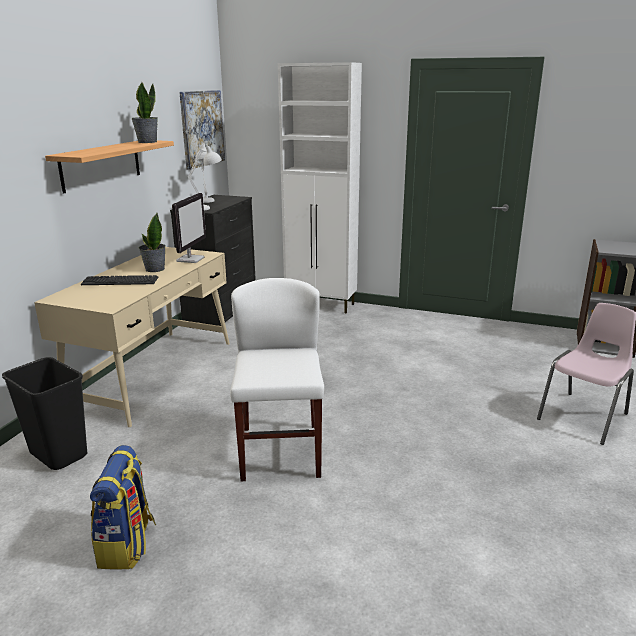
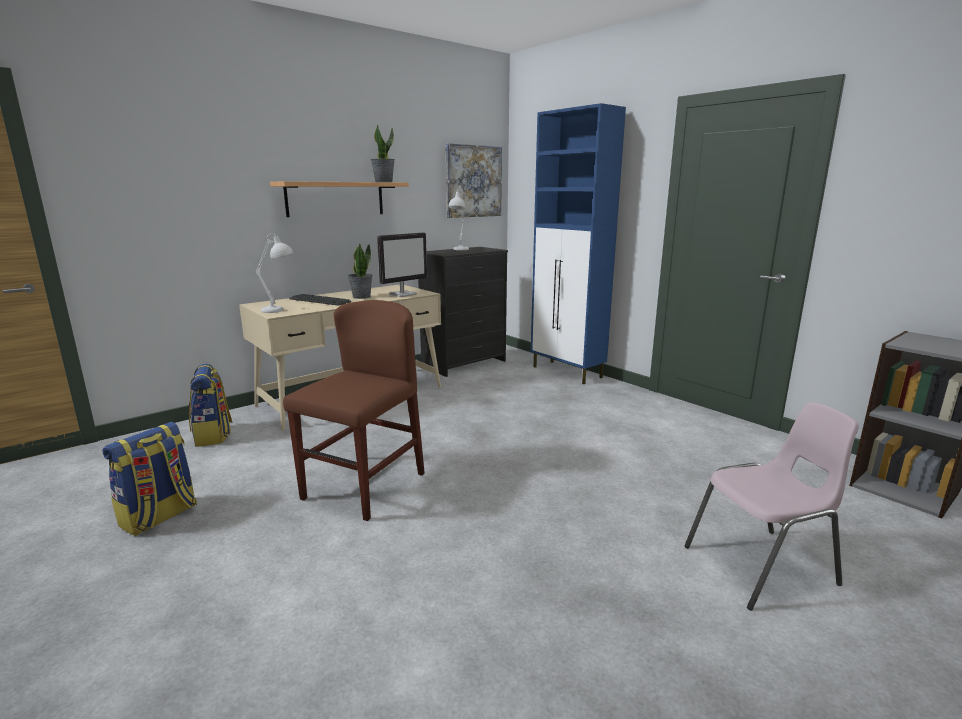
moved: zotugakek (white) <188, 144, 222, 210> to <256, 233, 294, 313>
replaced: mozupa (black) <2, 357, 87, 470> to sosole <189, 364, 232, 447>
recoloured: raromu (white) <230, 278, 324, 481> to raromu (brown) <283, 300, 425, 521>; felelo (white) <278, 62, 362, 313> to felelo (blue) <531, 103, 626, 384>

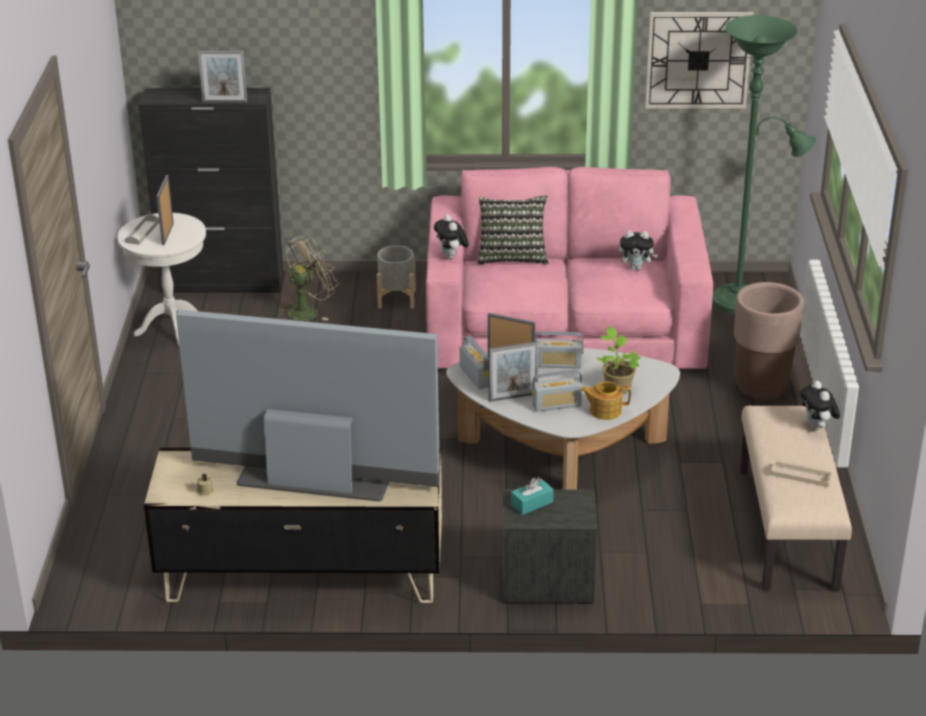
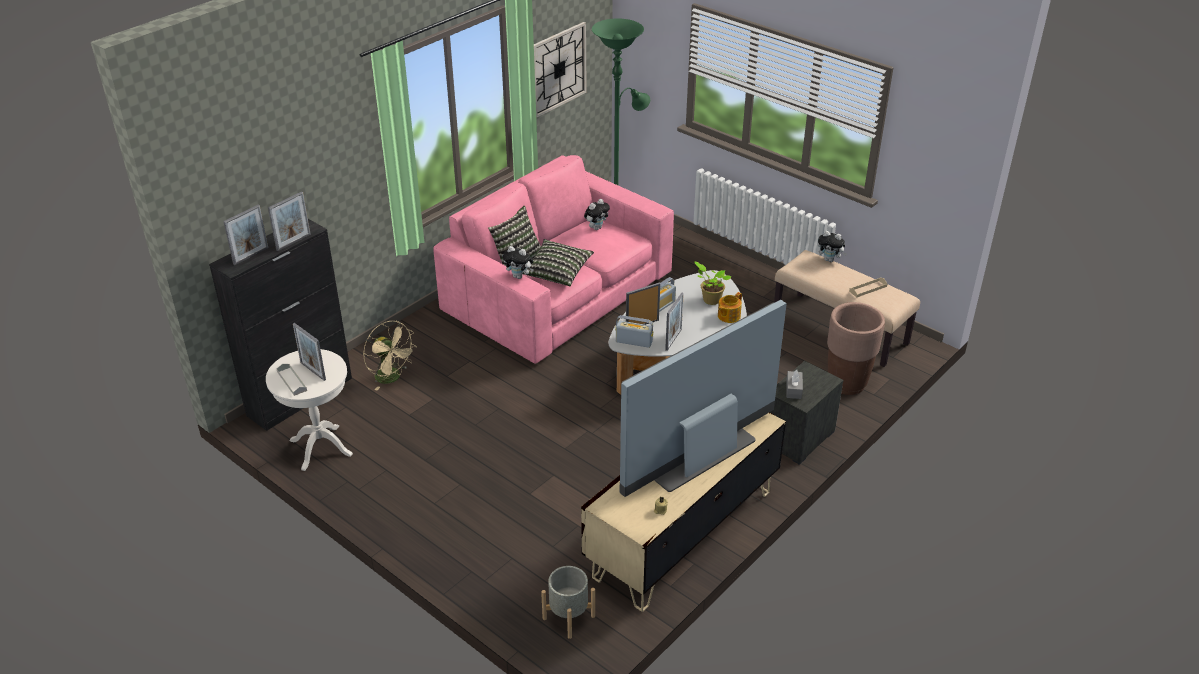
removed: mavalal <532, 370, 582, 412>
added: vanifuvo <223, 204, 268, 265>; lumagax <522, 239, 594, 286>
moved: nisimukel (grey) <377, 245, 416, 309> to <541, 566, 595, 639>; nisimukel (brown) <734, 282, 804, 400> to <827, 302, 885, 395>
recoloured: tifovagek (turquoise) <511, 477, 554, 515> to tifovagek (grey) <786, 369, 803, 399>
turned: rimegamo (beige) <278, 236, 338, 321> = <363, 321, 417, 390> 135 degrees clockwise

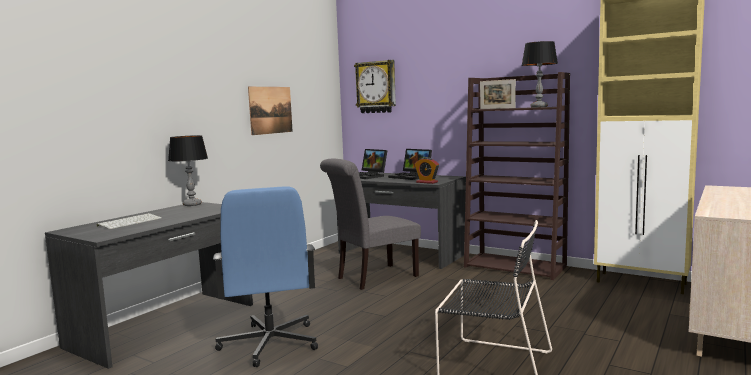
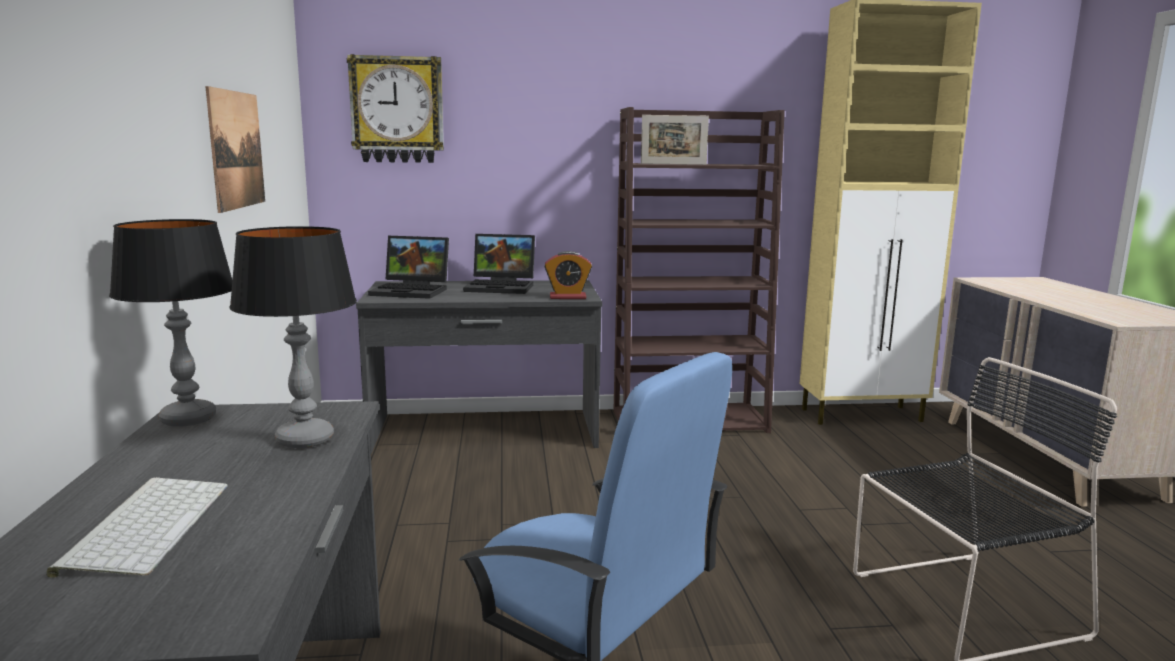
removed: raromu (grey) <320, 159, 421, 290>
moved: zotugakek <522, 41, 558, 108> to <229, 226, 357, 448>

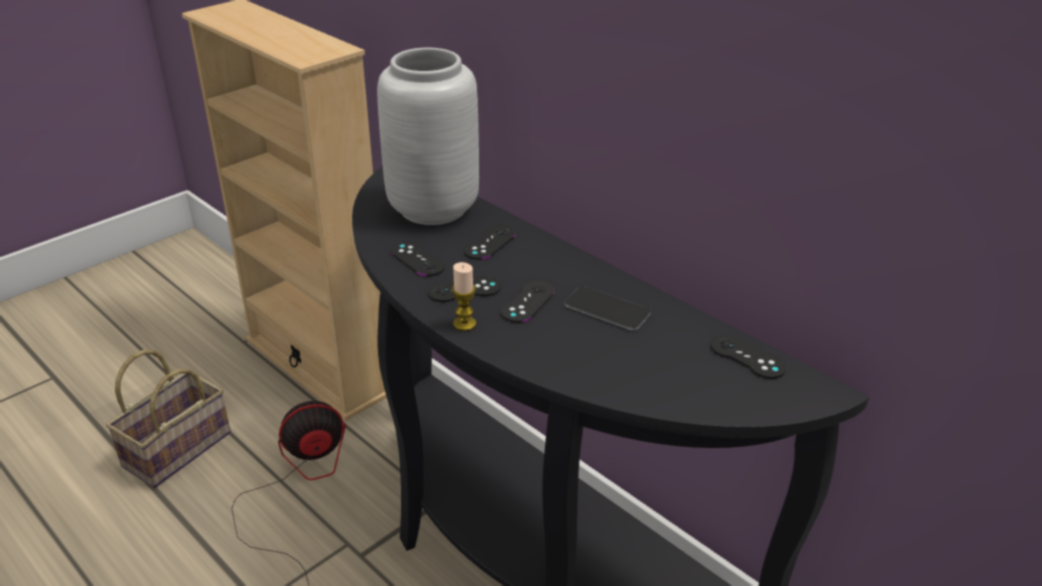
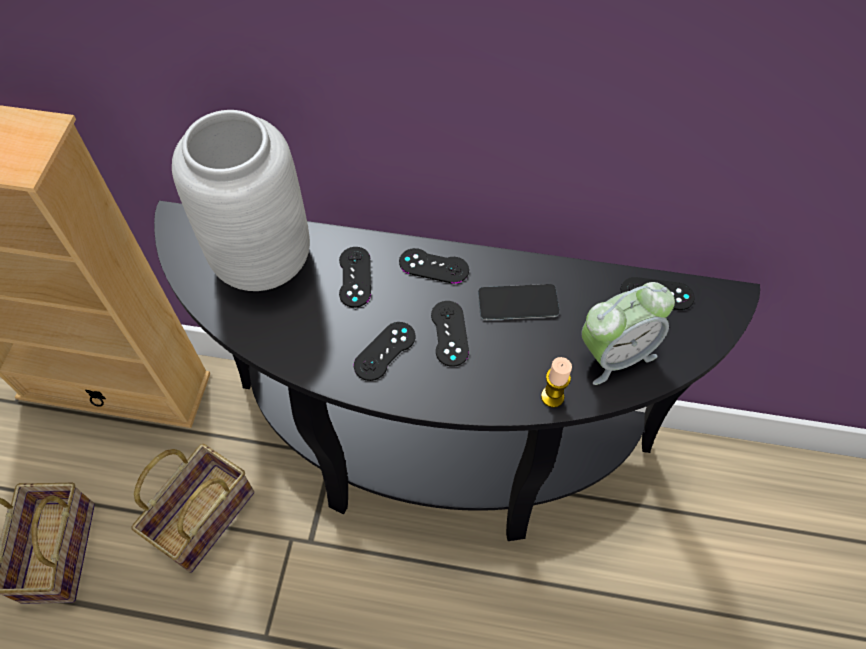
added: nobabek <581, 282, 675, 385>
moved: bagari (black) <391, 241, 445, 276> to <399, 248, 469, 284>; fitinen <452, 262, 476, 331> to <541, 357, 572, 408>
replaced: rimegamo <231, 401, 346, 585> to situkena <132, 444, 254, 573>

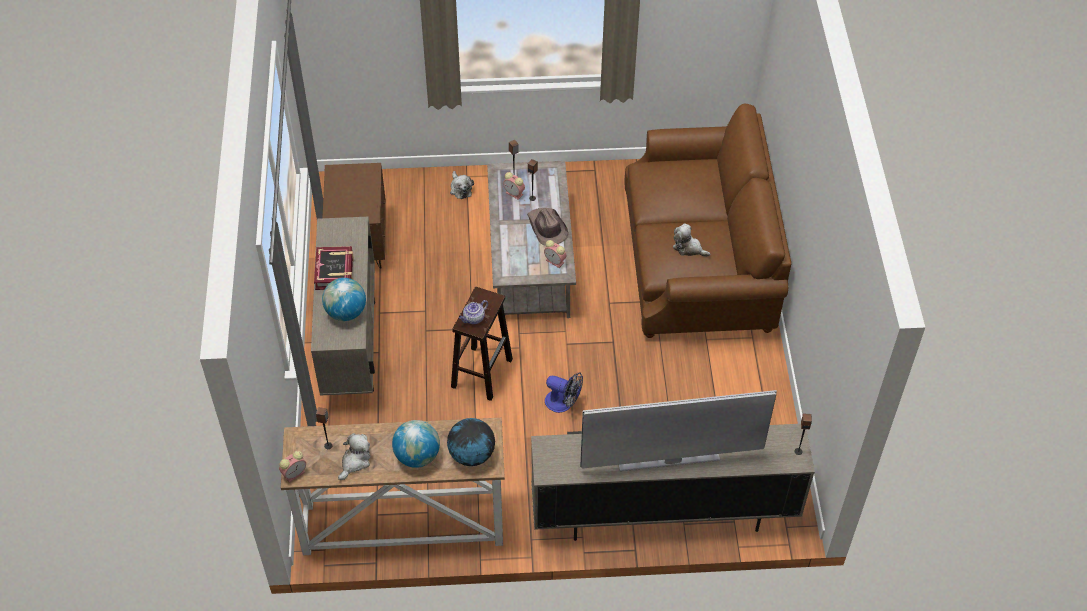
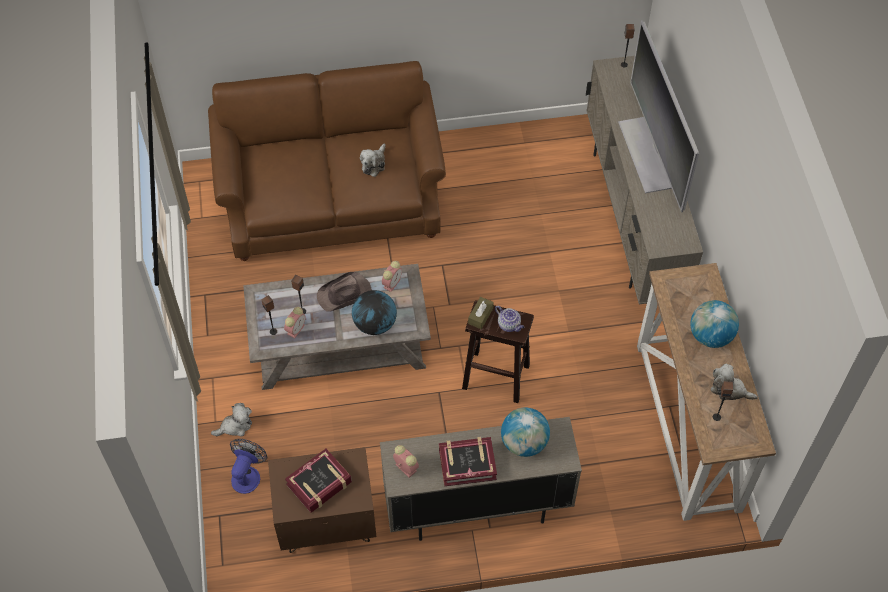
added: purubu <285, 449, 352, 513>; tifovagek (brown) <468, 297, 494, 329>
moved: nobabek <279, 451, 306, 482> to <393, 445, 419, 478>; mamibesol <447, 418, 495, 466> to <352, 290, 397, 335>; rimegamo <545, 372, 583, 413> to <230, 439, 267, 494>

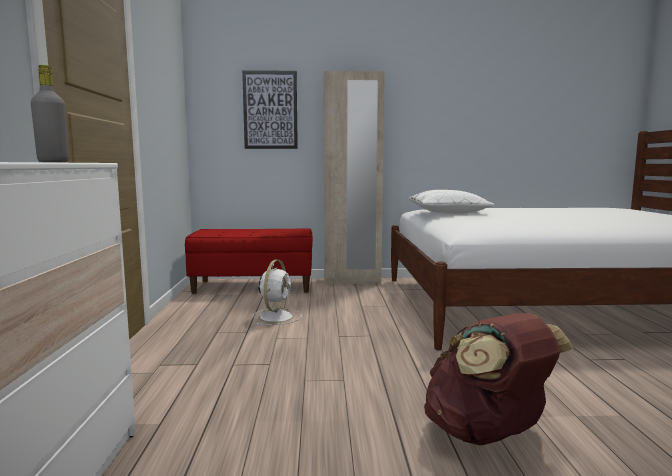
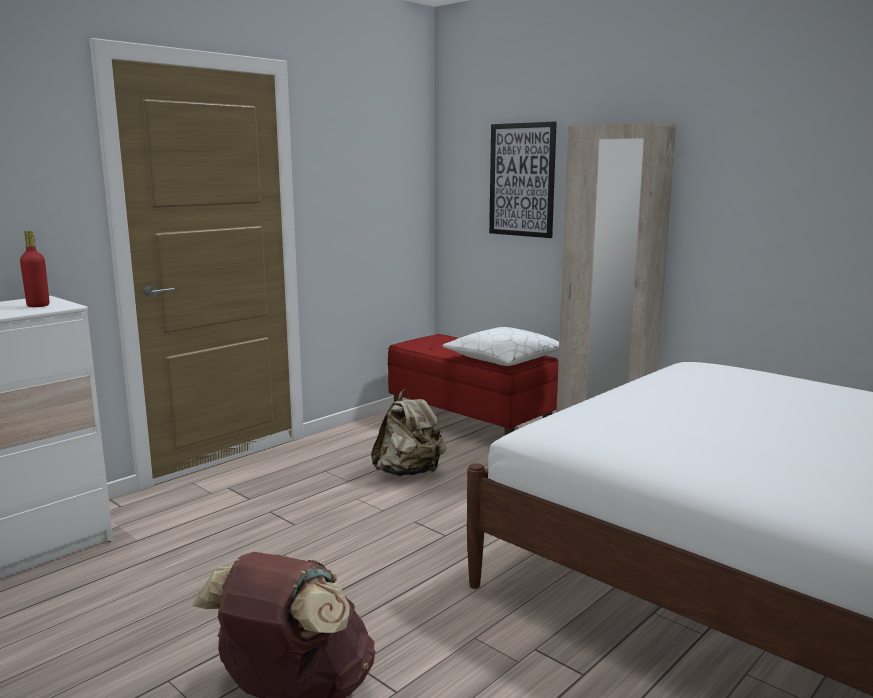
moved: lumagax (white) <409, 190, 494, 214> to <442, 327, 559, 366>
replaced: rimegamo (white) <253, 260, 302, 325> to sosole (beige) <371, 389, 446, 476>
recoloured: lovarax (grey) <31, 65, 69, 162> to lovarax (red) <20, 231, 49, 307>

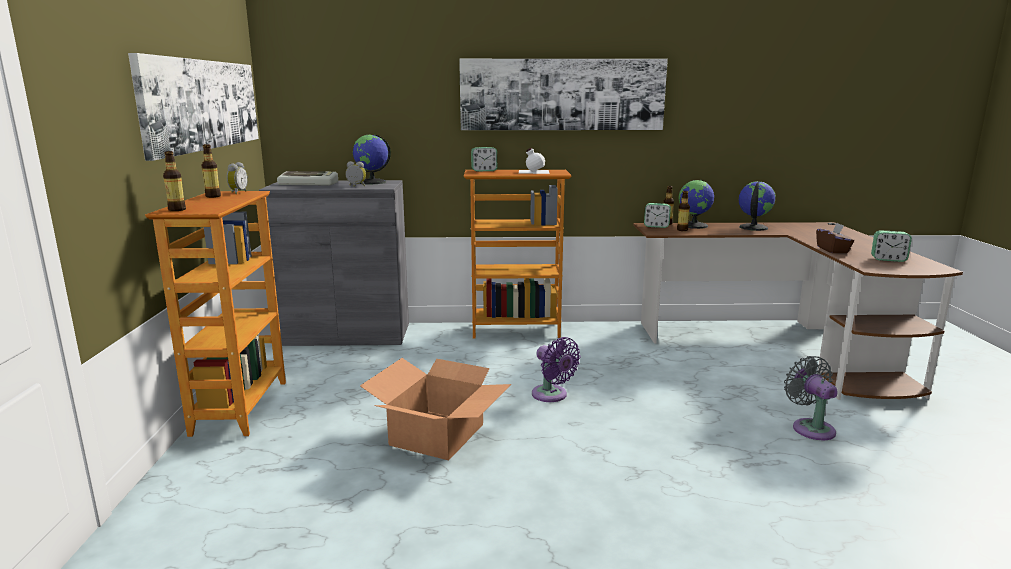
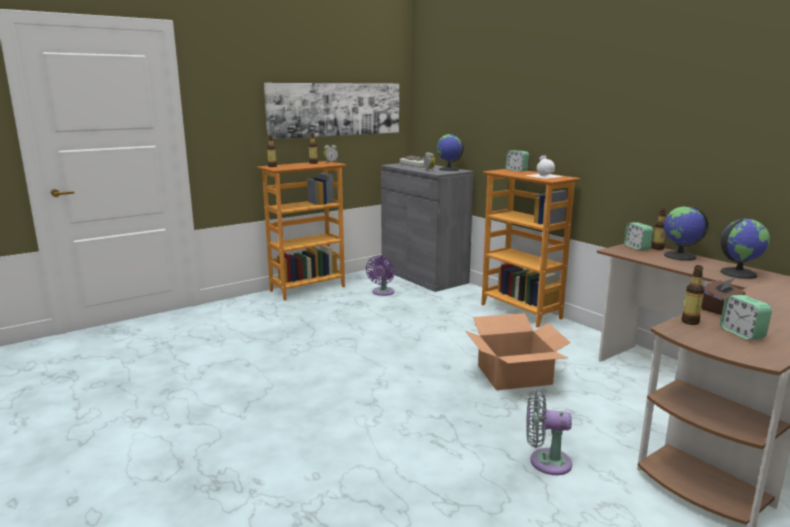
removed: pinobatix <459, 59, 668, 130>
moved: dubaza <360, 358, 511, 460> to <465, 313, 571, 390>; rimegamo (purple) <532, 337, 581, 402> to <366, 255, 395, 296>; lovarax <677, 191, 690, 231> to <682, 265, 705, 325>
turned: rimegamo (grey) <784, 356, 838, 440> = <526, 391, 572, 475> 120 degrees counterclockwise

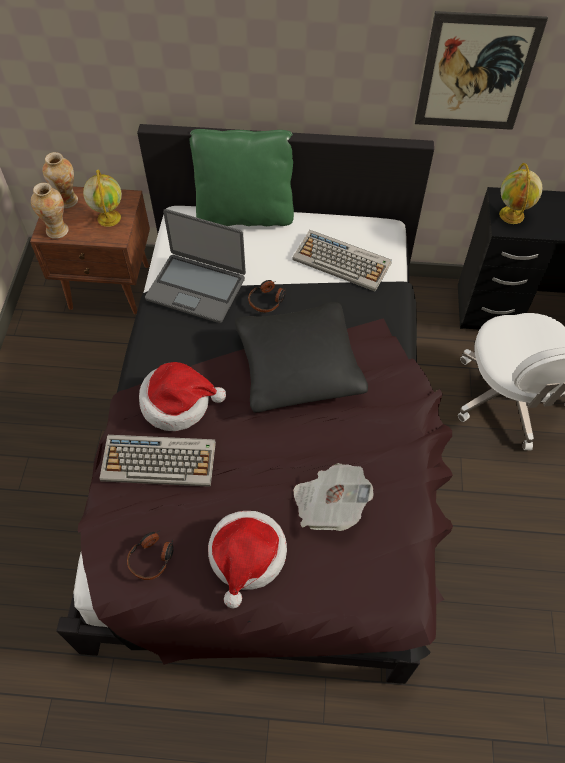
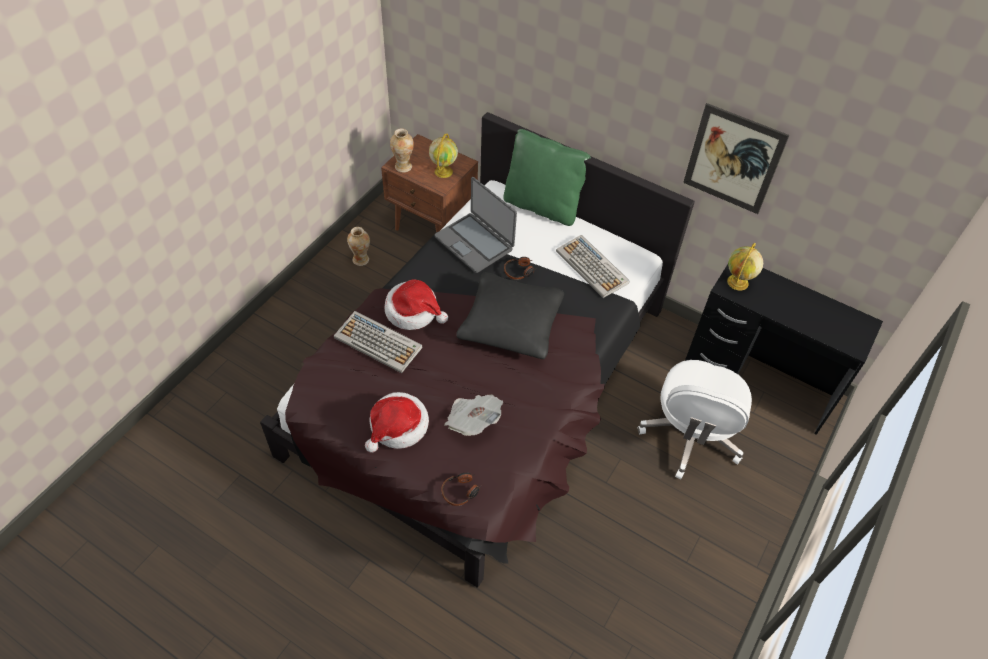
moved: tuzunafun <42, 152, 78, 208> to <347, 227, 370, 266>; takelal <127, 531, 174, 580> to <441, 472, 481, 506>

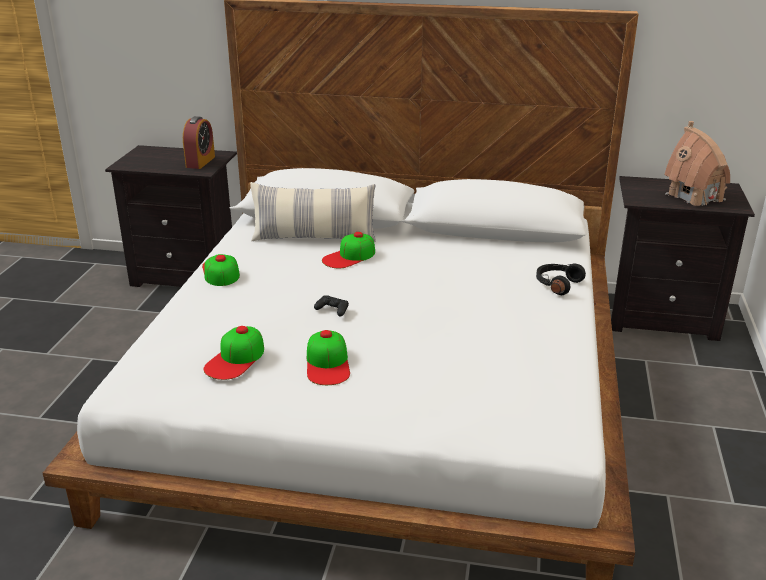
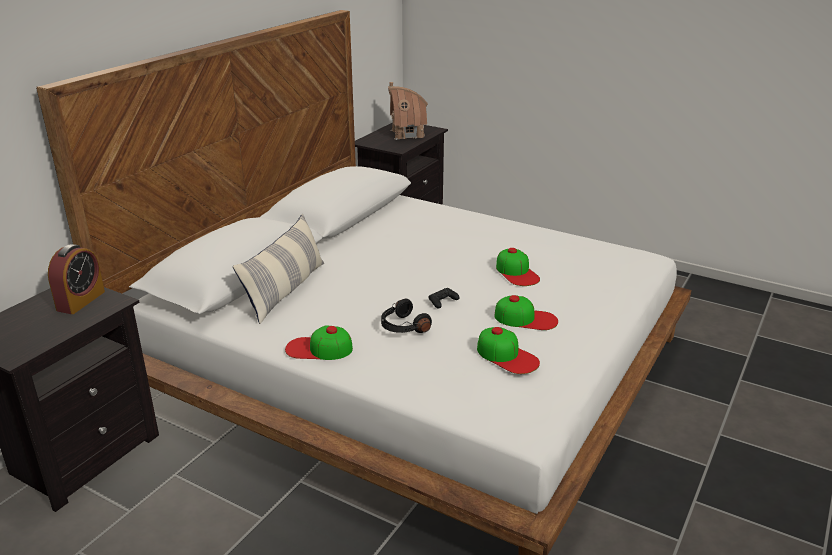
moved: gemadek <322, 232, 375, 268> to <496, 248, 540, 286>; takelal (black) <536, 264, 586, 295> to <381, 299, 432, 333>
turned: nobabek <183, 116, 215, 169> = <48, 244, 105, 314> 75 degrees clockwise

